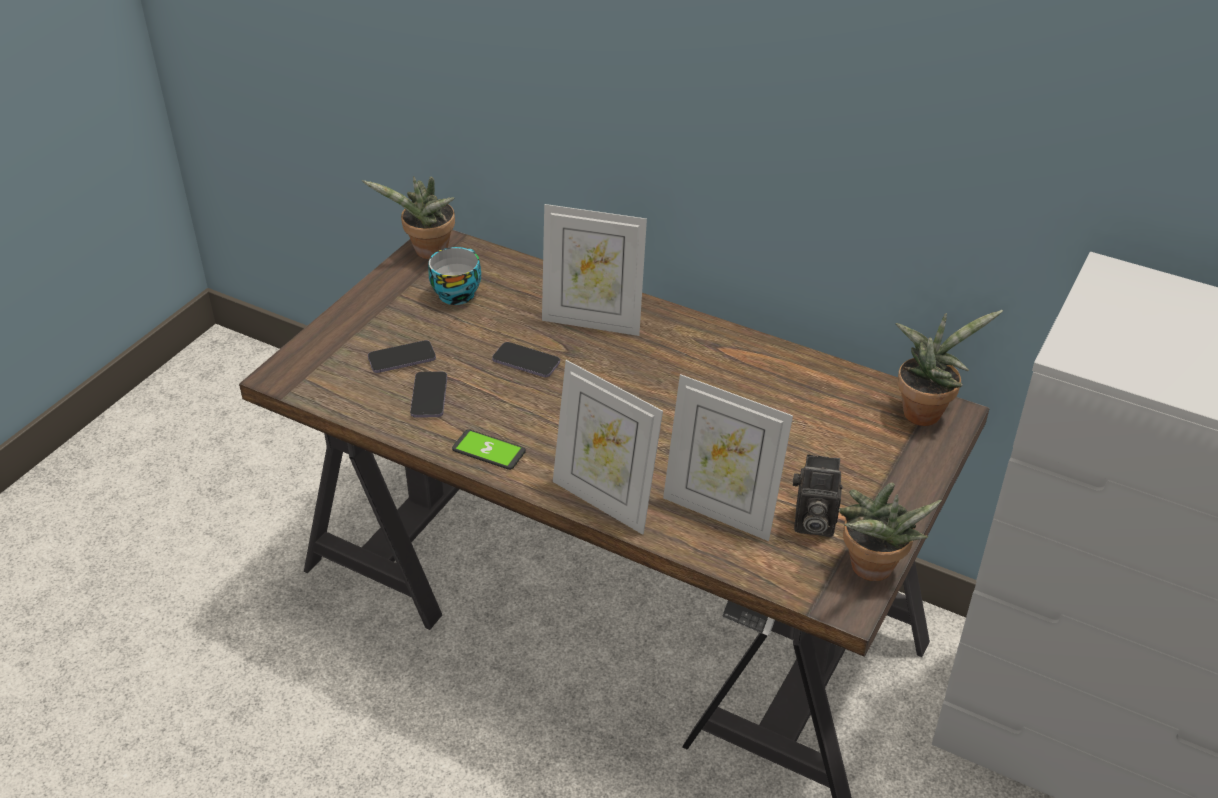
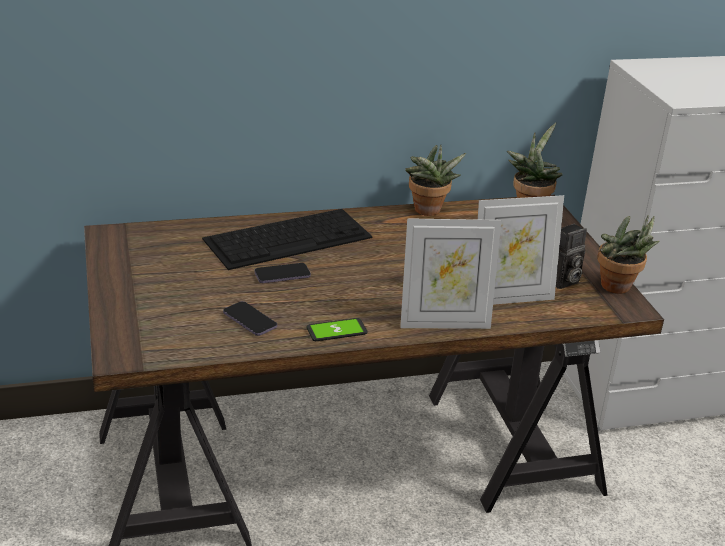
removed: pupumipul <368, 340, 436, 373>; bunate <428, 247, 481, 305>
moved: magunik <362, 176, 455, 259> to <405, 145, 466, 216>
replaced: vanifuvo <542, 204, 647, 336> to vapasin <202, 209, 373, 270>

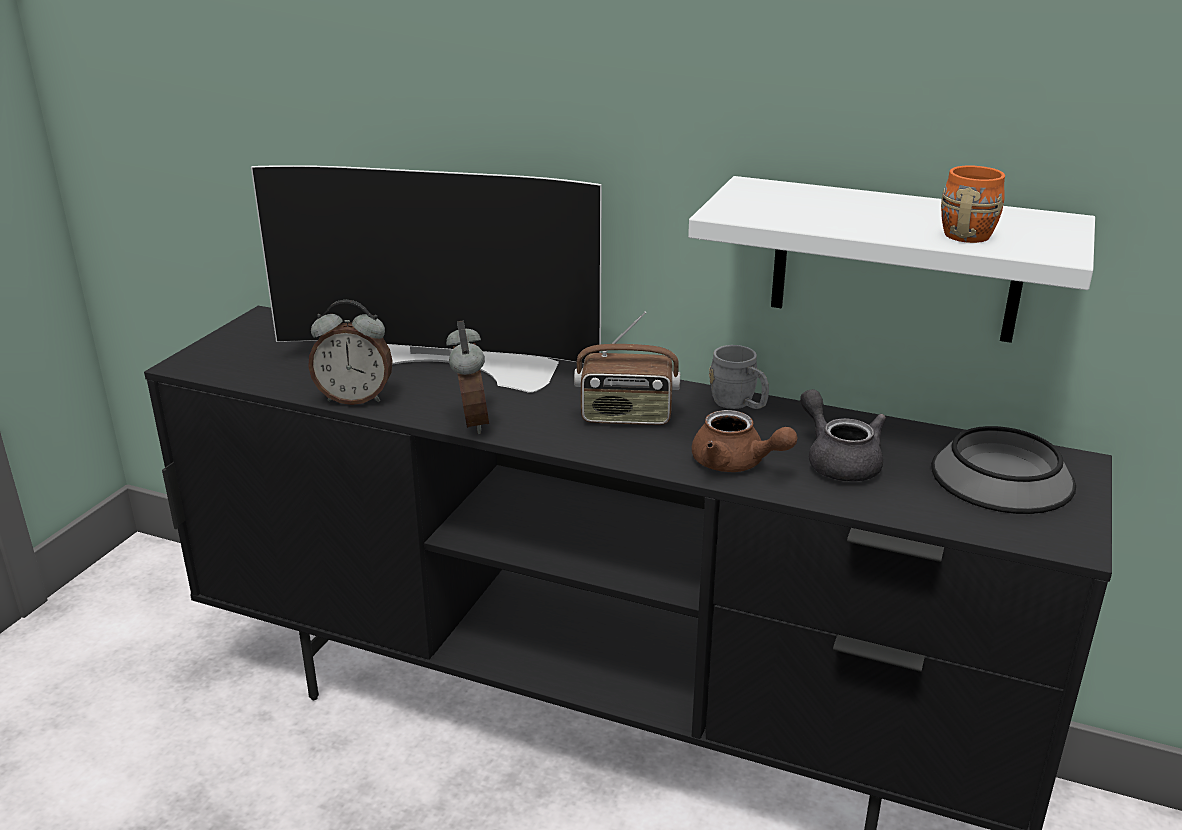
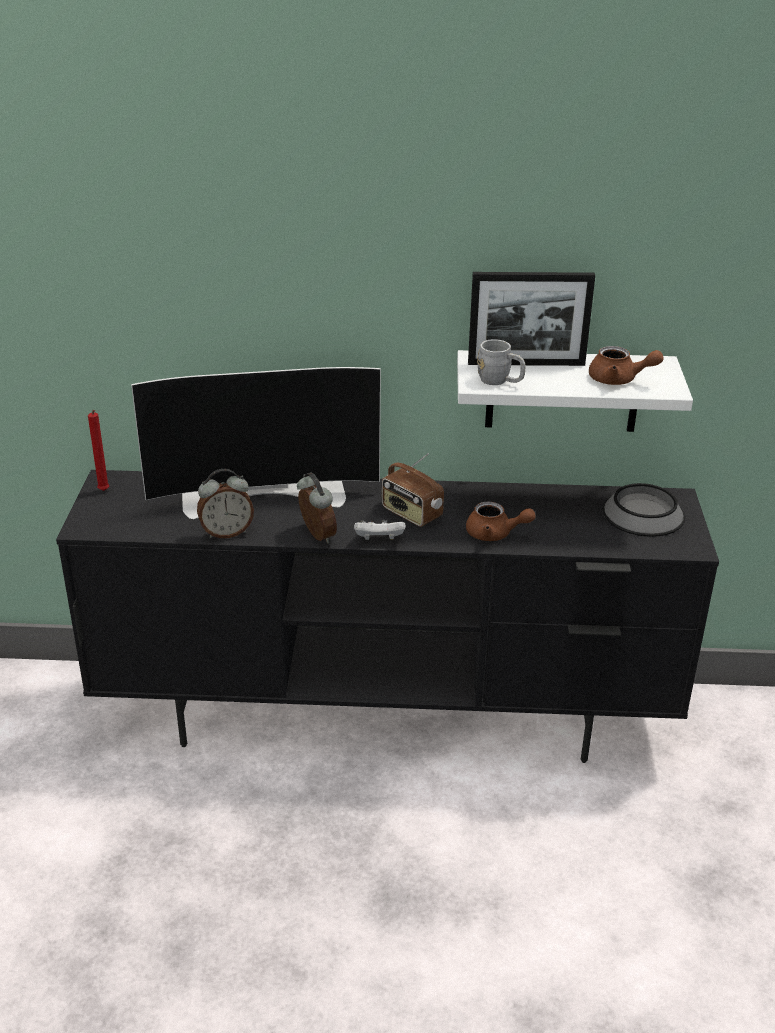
removed: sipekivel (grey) <800, 389, 886, 482>
added: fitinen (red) <88, 410, 109, 491>; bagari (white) <354, 520, 406, 540>; vanifuvo <468, 272, 595, 366>
moved: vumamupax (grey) <709, 345, 769, 409> to <477, 339, 526, 385>
replaced: vumamupax (orange) <941, 165, 1005, 243> to sipekivel (brown) <589, 346, 664, 385>
turned: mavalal <574, 312, 680, 425> = <382, 453, 444, 527> 60 degrees clockwise

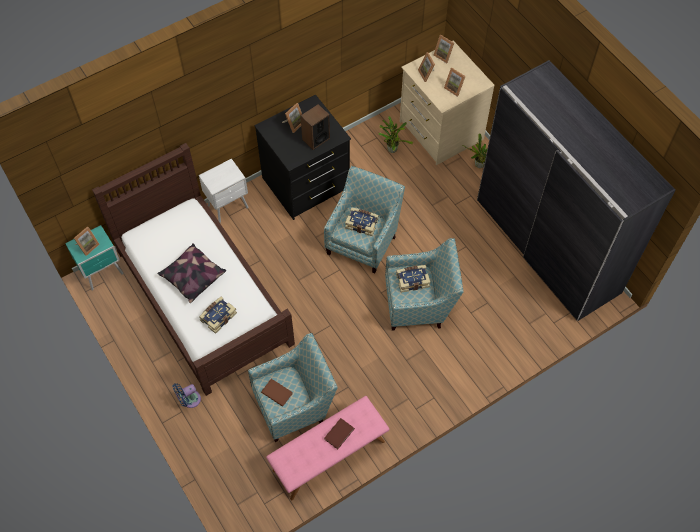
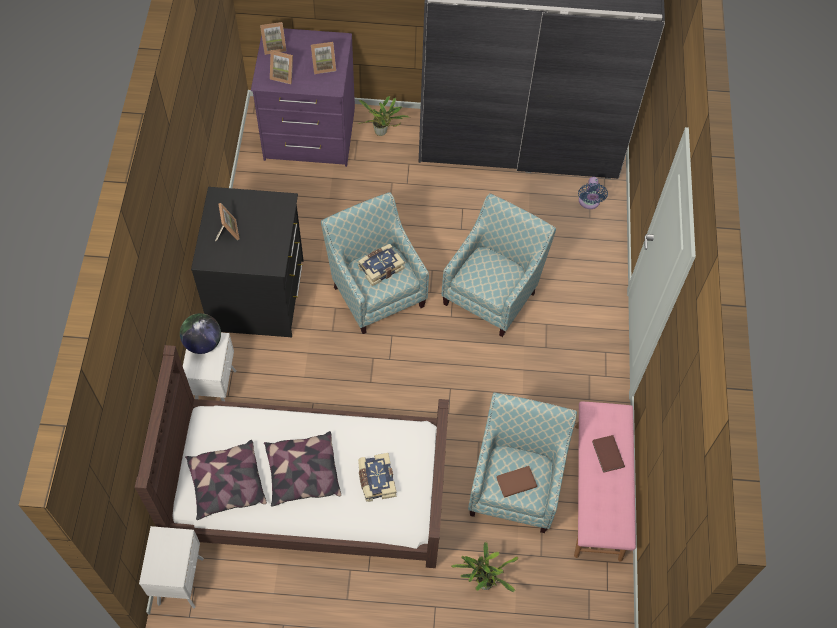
removed: vanifuvo <74, 226, 100, 256>; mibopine <301, 104, 330, 150>; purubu <396, 265, 431, 293>
added: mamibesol <180, 313, 221, 354>; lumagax <185, 440, 267, 520>
moved: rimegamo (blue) <173, 383, 201, 408> to <578, 177, 608, 209>; magunik <379, 116, 413, 153> to <451, 542, 518, 592>
recoloured: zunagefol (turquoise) <65, 225, 124, 290> to zunagefol (white) <139, 526, 204, 609>; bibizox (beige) <400, 41, 495, 165> to bibizox (purple) <251, 28, 355, 167>

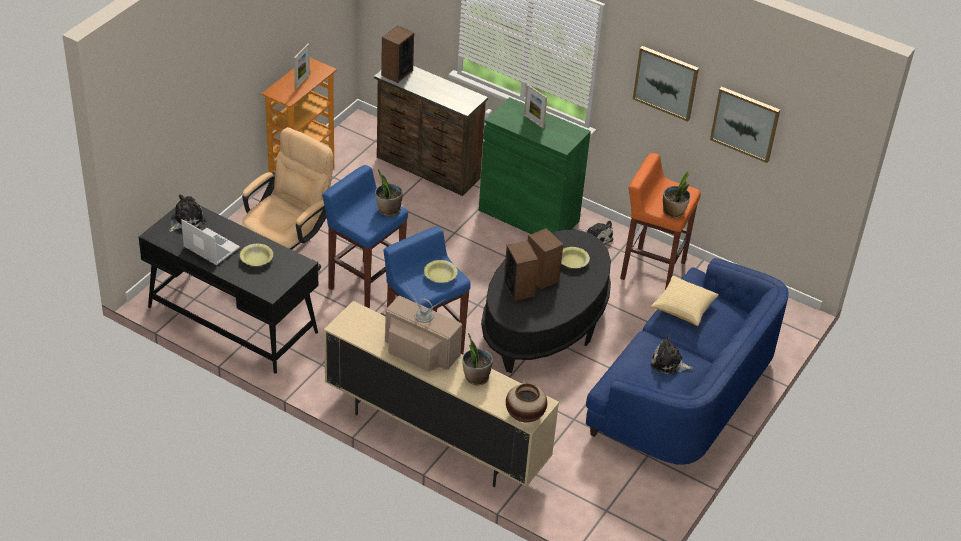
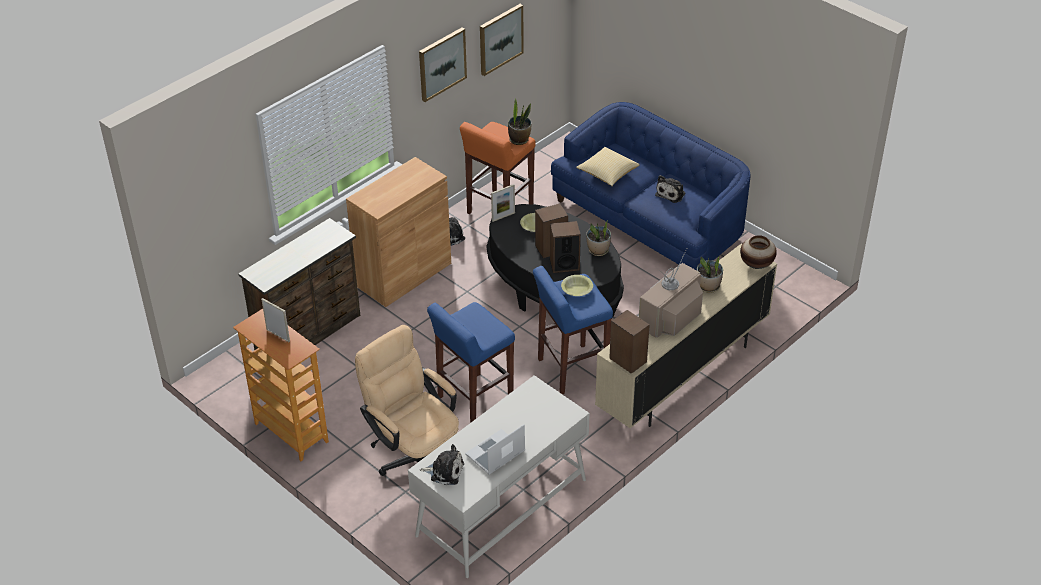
removed: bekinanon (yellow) <240, 244, 273, 266>
moved: magunik <375, 169, 403, 217> to <586, 220, 611, 256>; mibopine <381, 26, 414, 83> to <609, 310, 650, 374>; vanifuvo <524, 84, 547, 128> to <491, 184, 515, 222>
recoloured: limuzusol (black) <139, 206, 318, 373> to limuzusol (white) <408, 375, 590, 578>; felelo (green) <479, 97, 591, 234> to felelo (brown) <346, 157, 451, 307>
turned: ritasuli <169, 195, 206, 232> = <420, 444, 464, 485> 135 degrees clockwise

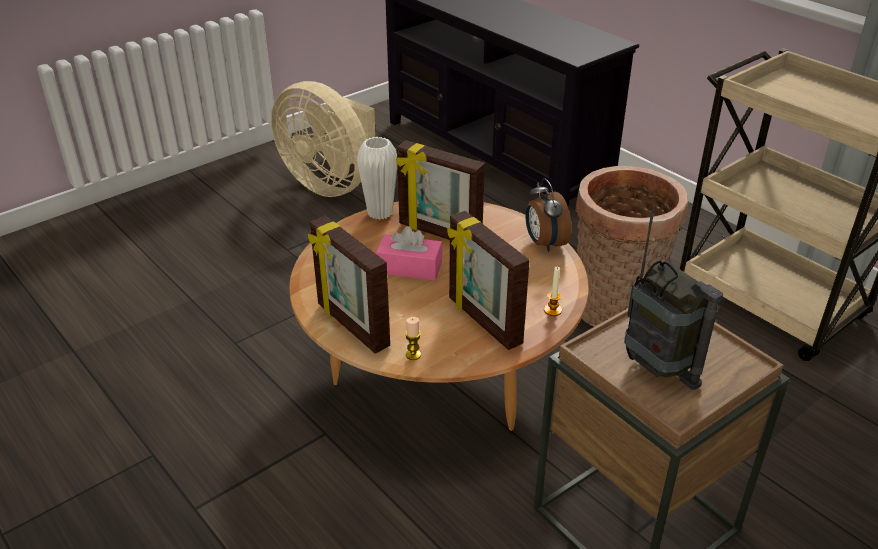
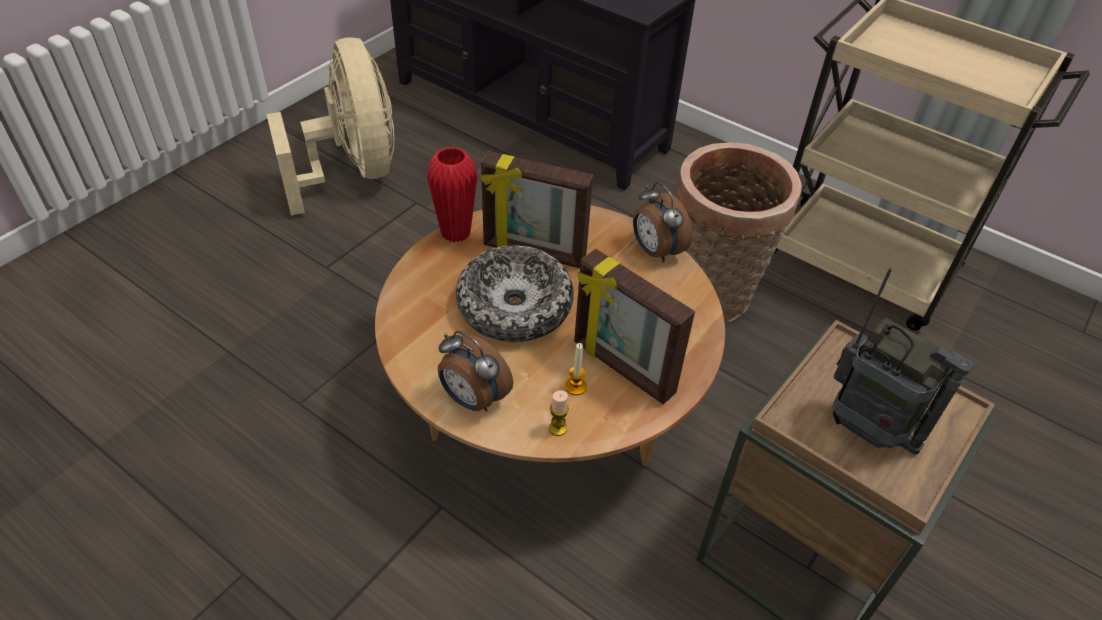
moved: fitinen <544, 267, 562, 316> to <565, 343, 587, 395>
replaced: vanifuvo <308, 216, 390, 354> to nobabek <438, 331, 513, 412>; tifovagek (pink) <376, 226, 442, 281> to bekinanon <456, 245, 574, 342>
recoloured: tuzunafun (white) <357, 137, 398, 220> to tuzunafun (red) <427, 147, 477, 242>
turned: rimegamo (beige) <271, 81, 376, 197> = <266, 37, 394, 215> 135 degrees counterclockwise

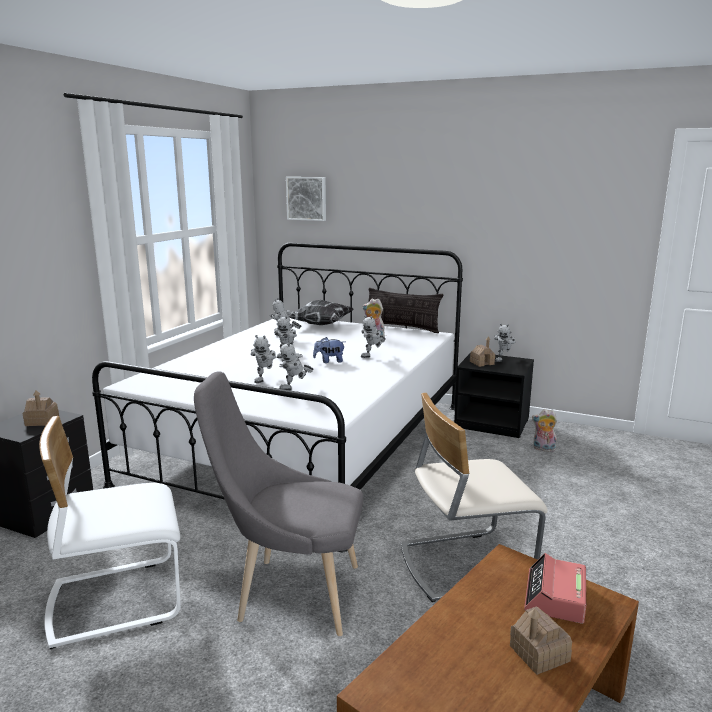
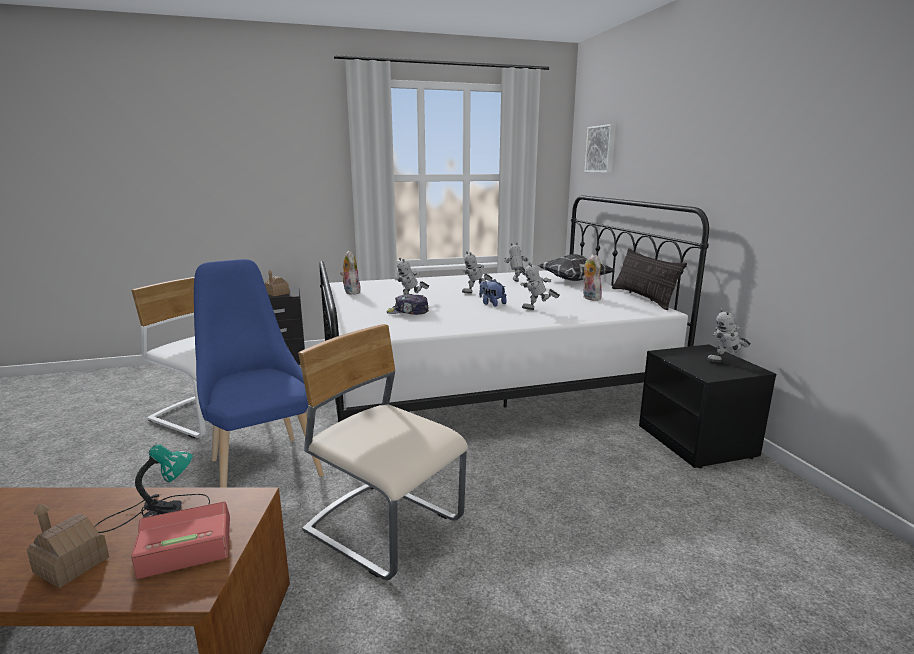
removed: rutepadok <470, 337, 495, 367>
added: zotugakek <94, 444, 210, 533>
moved: ritasuli <532, 409, 557, 452> to <340, 250, 361, 295>
replaced: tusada <279, 341, 313, 390> to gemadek <386, 293, 429, 315>
recoloured: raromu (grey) <194, 371, 363, 636> to raromu (blue) <194, 259, 324, 487>

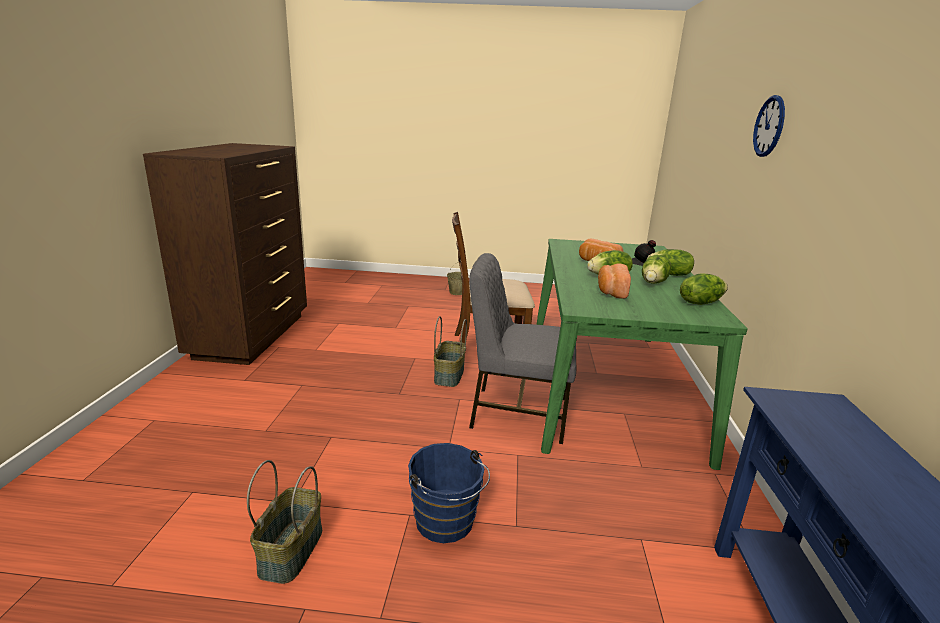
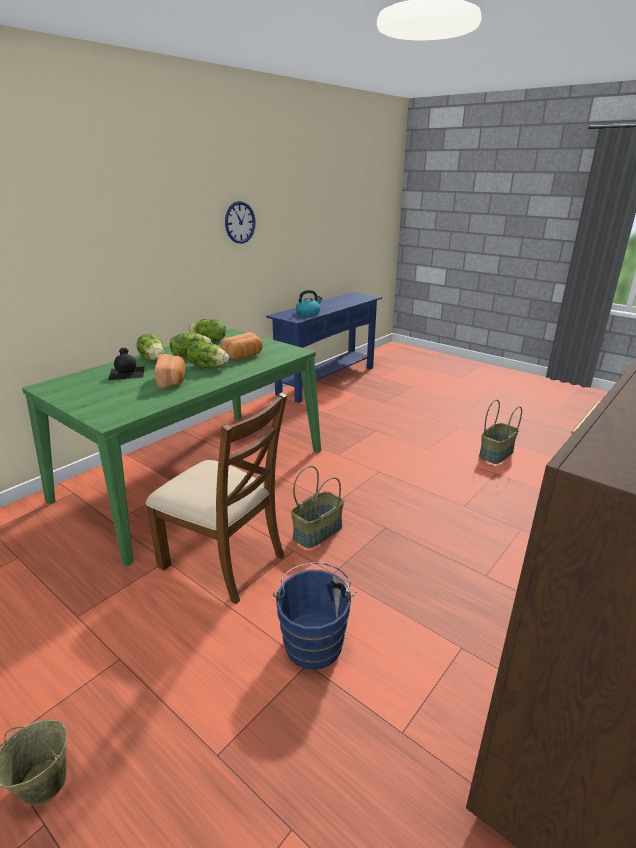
removed: raromu (grey) <469, 253, 577, 444>
added: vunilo <296, 290, 323, 316>
moved: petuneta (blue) <408, 443, 490, 543> to <273, 562, 356, 669>; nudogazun <753, 95, 785, 157> to <225, 201, 256, 244>

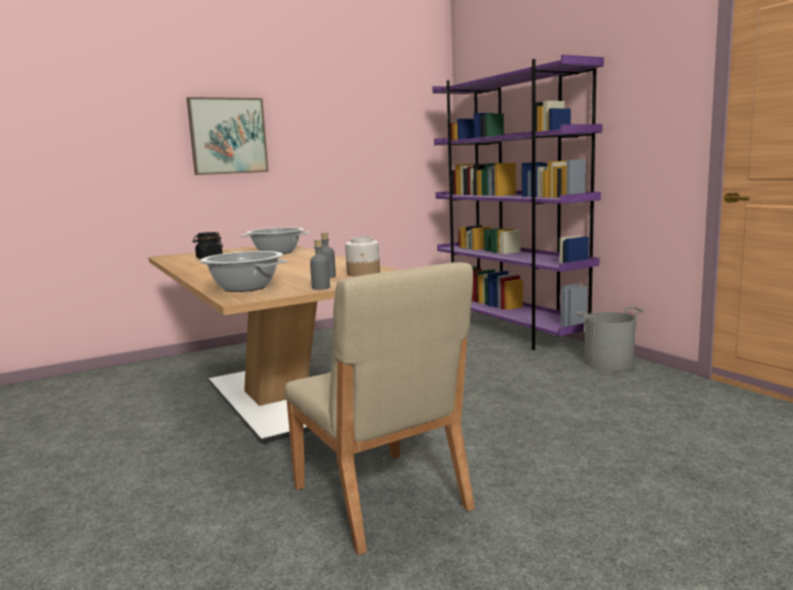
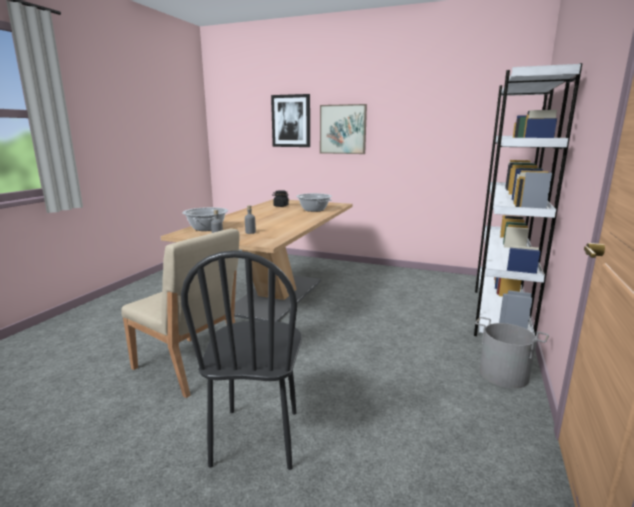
removed: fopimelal <345, 236, 380, 277>
added: raromu (black) <181, 250, 302, 470>; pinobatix <271, 94, 310, 147>
recoloured: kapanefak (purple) <432, 55, 604, 350> to kapanefak (white) <474, 63, 583, 336>
turned: raromu (beige) <285, 262, 475, 555> = <121, 228, 240, 398> 75 degrees counterclockwise

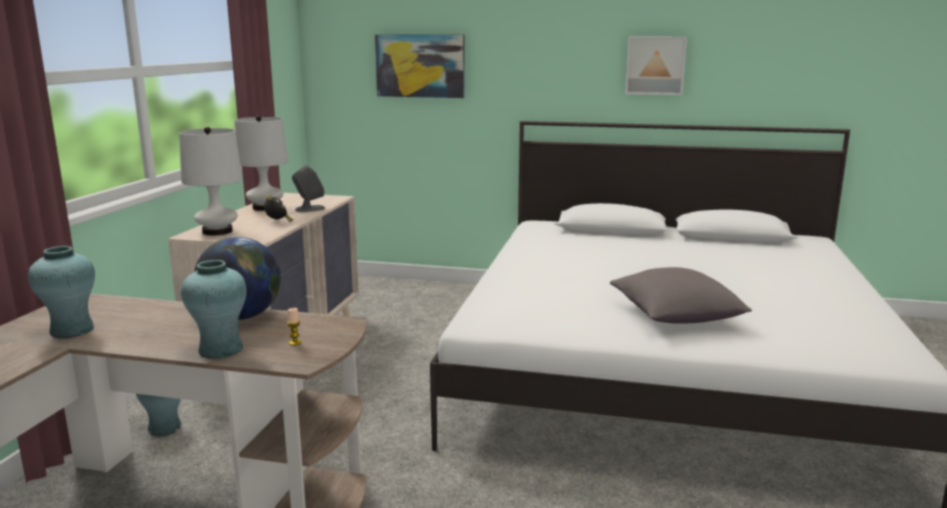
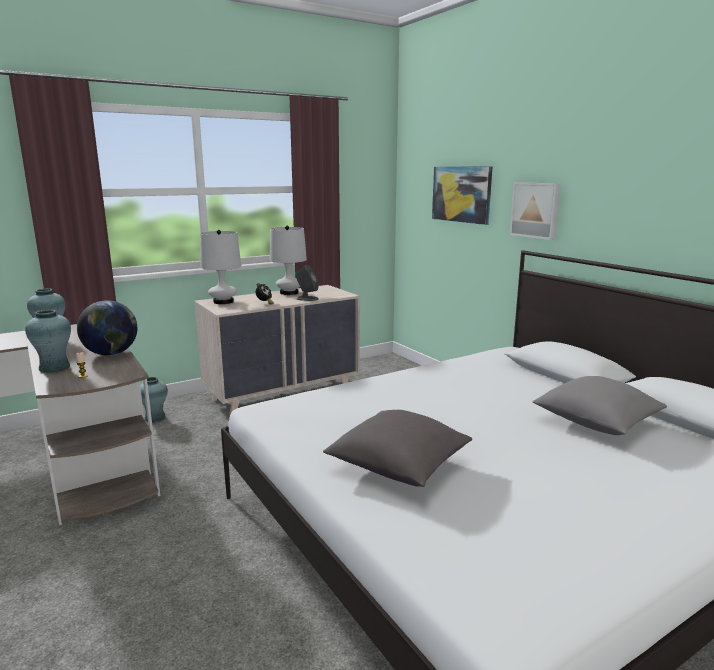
added: lumagax (grey) <532, 376, 667, 435>
moved: pinobatix <625, 37, 687, 95> to <510, 183, 561, 240>

